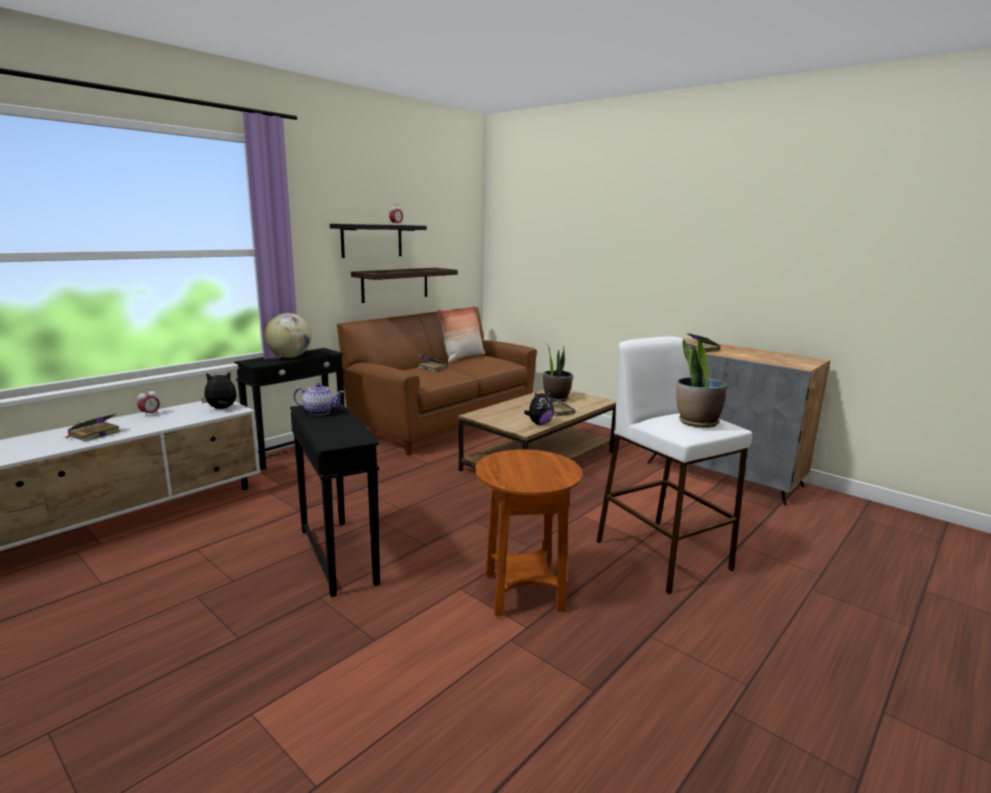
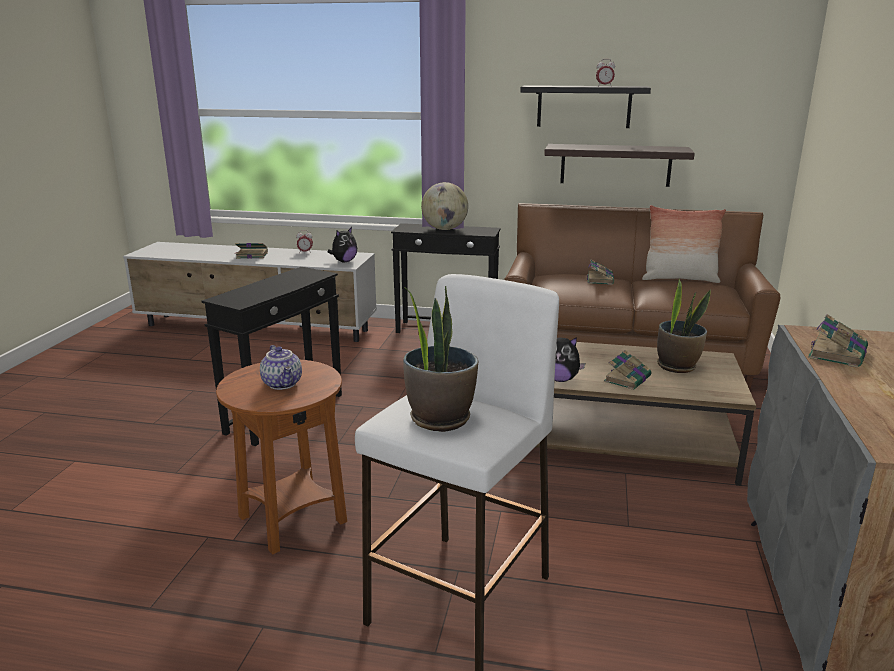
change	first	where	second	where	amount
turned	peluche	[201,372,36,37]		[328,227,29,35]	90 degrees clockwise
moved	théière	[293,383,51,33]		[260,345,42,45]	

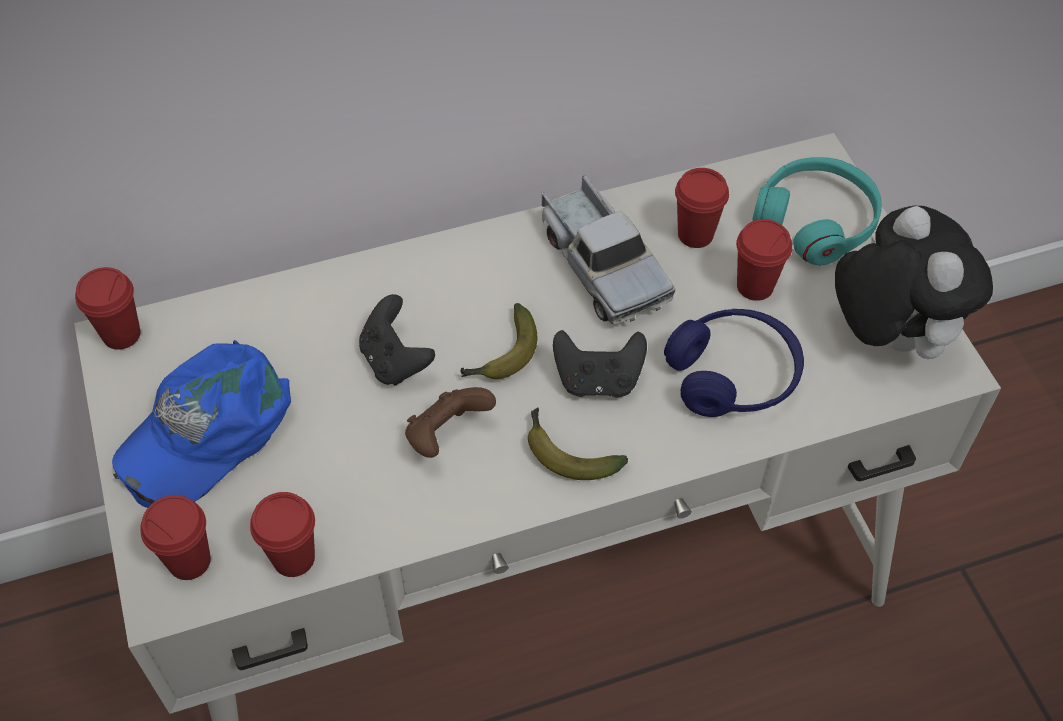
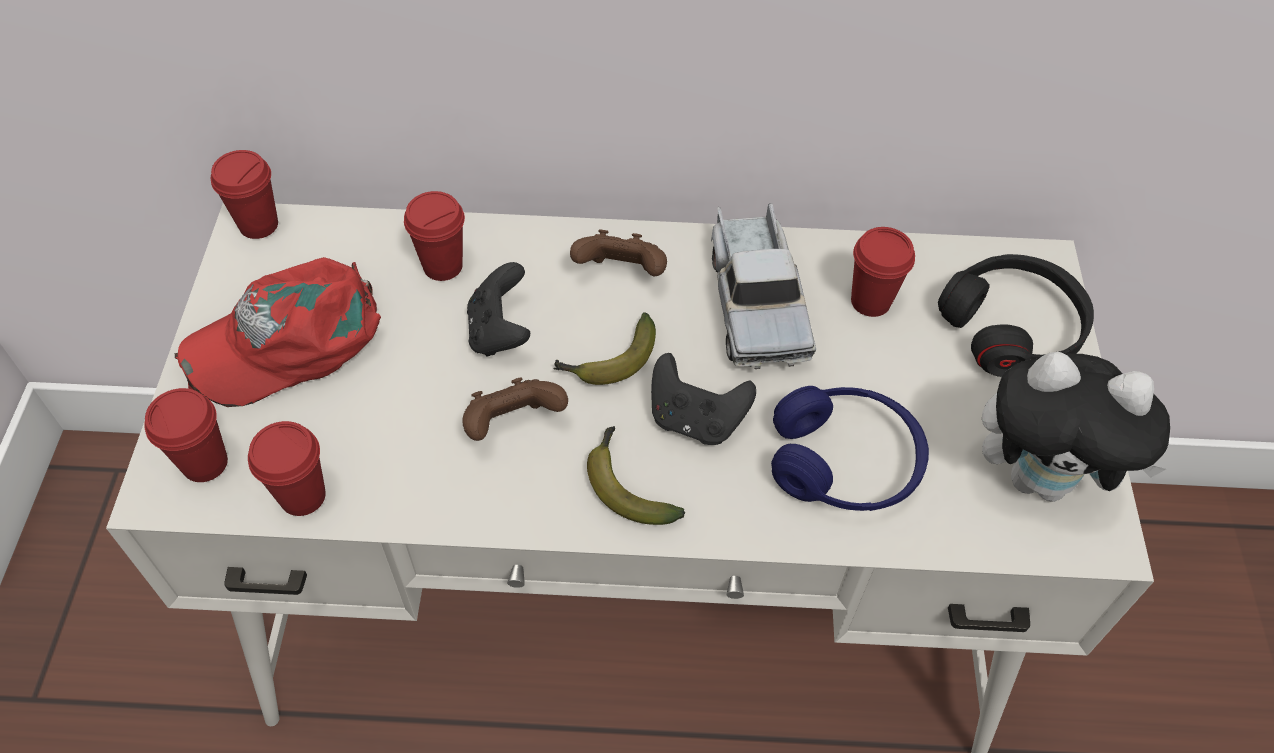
change	first	where	second	where	amount
recoloured	casque audio/turquoise	[753,157,129,108]	casque audio/noir	[938,254,156,123]	
turned	peluche	[835,206,158,153]		[982,352,188,150]	105 degrees clockwise
moved	tasse/rouge	[736,219,56,82]		[404,191,61,90]	
recoloured	casquette/bleu	[112,340,179,168]	casquette/rouge	[175,257,206,150]	
added			manette/marron	[570,229,97,47]	

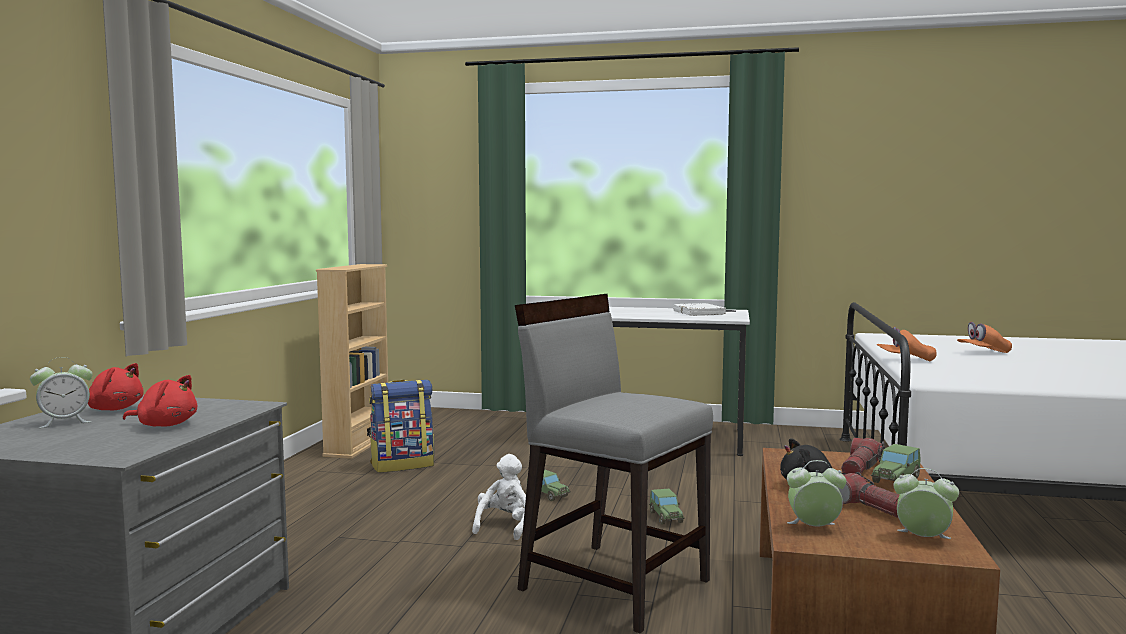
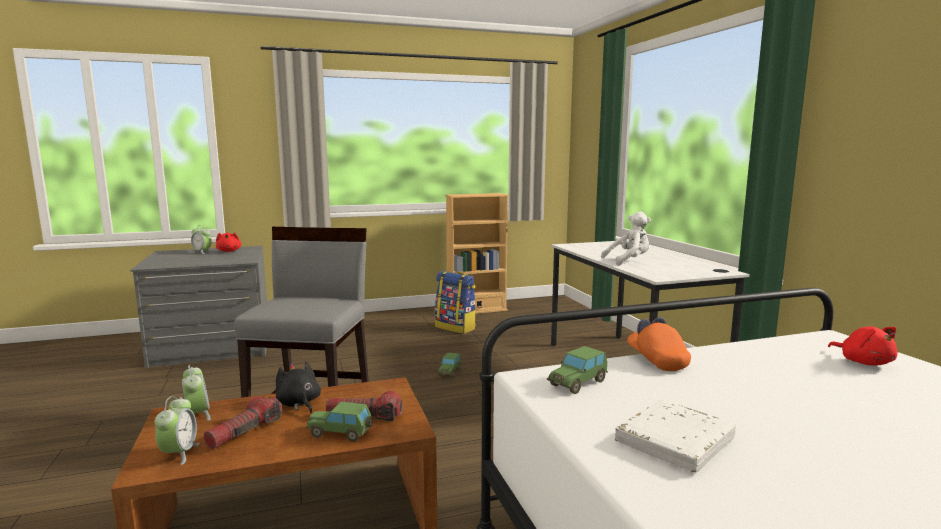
change	first	where	second	where	amount
moved	livre/blanc	[673,303,53,13]		[615,399,121,74]	
removed	casquette/orange	[957,322,55,31]			
moved	peluche/rouge	[123,375,74,52]		[828,326,70,40]	
moved	peluche/blanc	[472,454,54,86]		[601,211,50,55]	
moved	petite voiture	[649,489,36,35]		[547,346,61,48]	

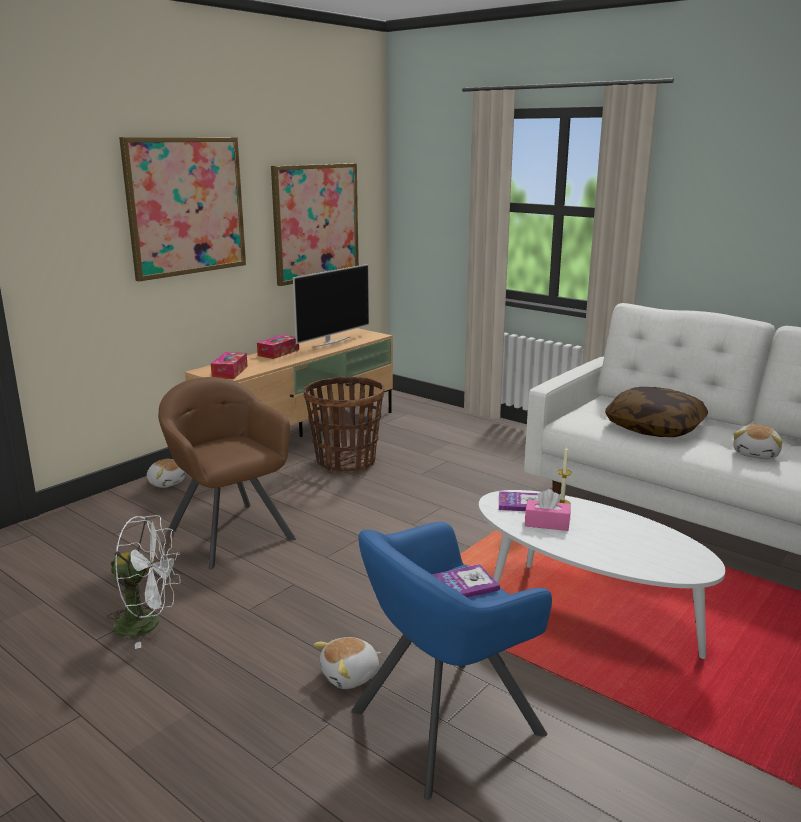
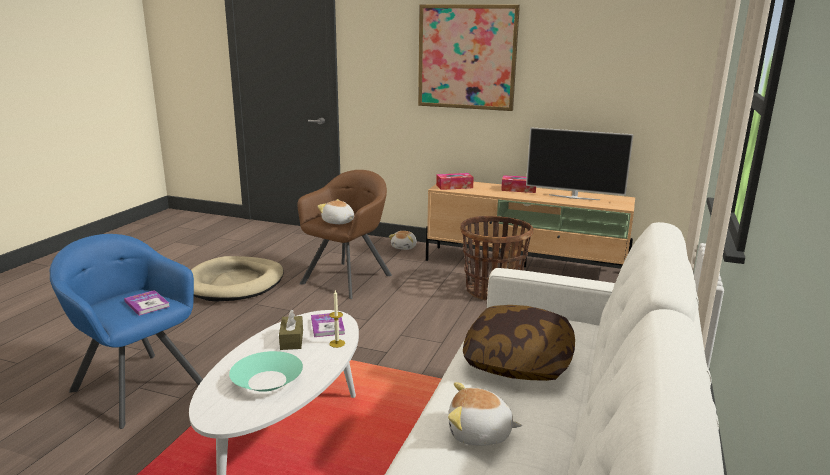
change	first	where	second	where	amount
removed	tableau	[271,163,88,123]			
recoloured	boîte à mouchoirs/rose	[525,489,45,42]	boîte à mouchoirs/marron	[279,310,24,40]	
replaced	ventilateur/blanc	[107,515,74,134]	panier pour chien/beige	[191,256,93,46]	
moved	peluche	[314,637,67,52]		[317,199,37,25]	
added			bol/turquoise	[229,351,74,41]	

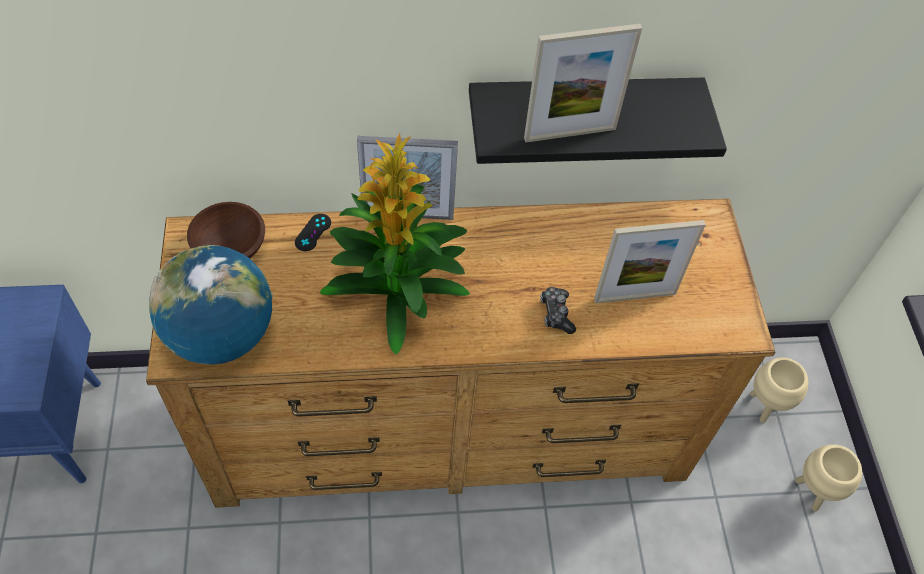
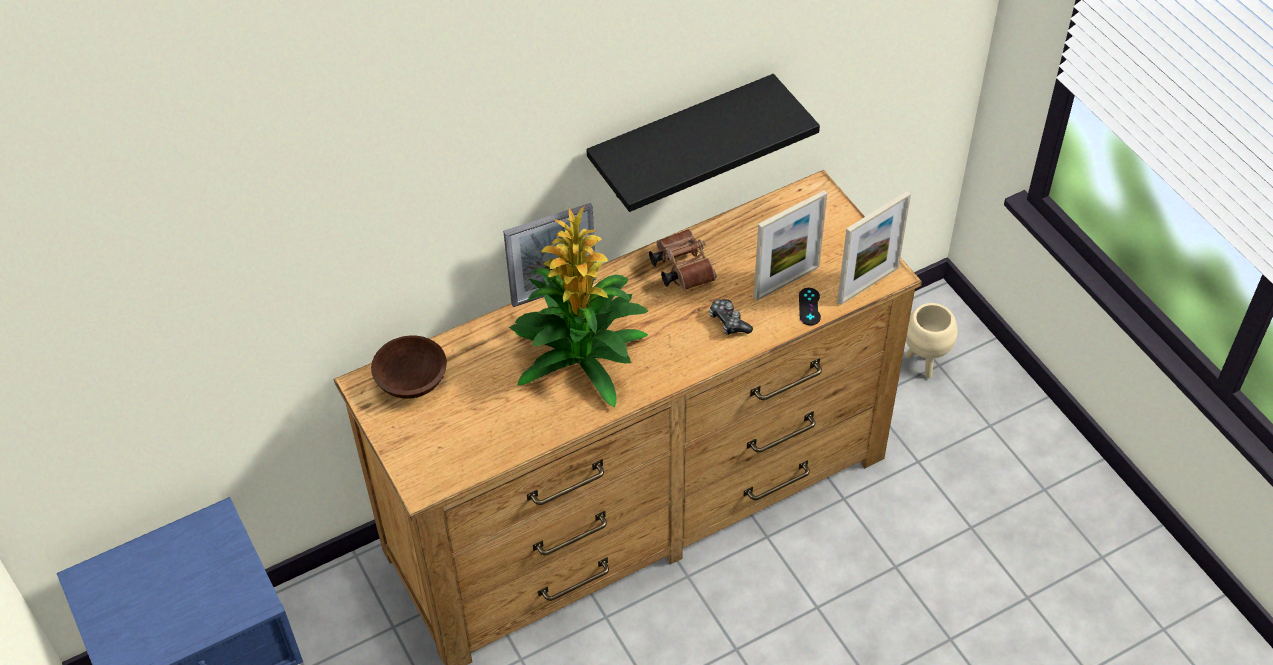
change	first	where	second	where	amount
moved	cadre photo	[524,24,118,118]		[837,191,74,114]	
moved	manette/noir	[295,214,36,37]		[799,288,22,38]	
removed	globe	[149,245,124,120]			
removed	cache-pot/beige	[795,445,67,66]			
added			jumelles/marron	[649,229,68,61]	

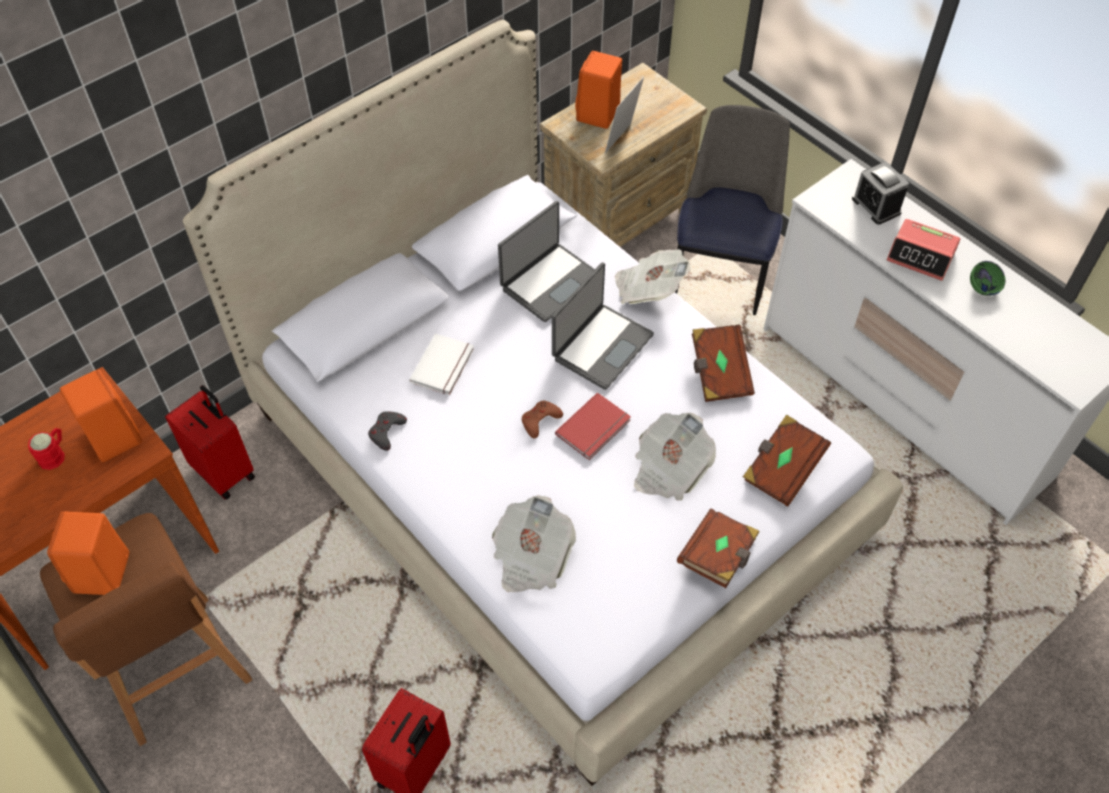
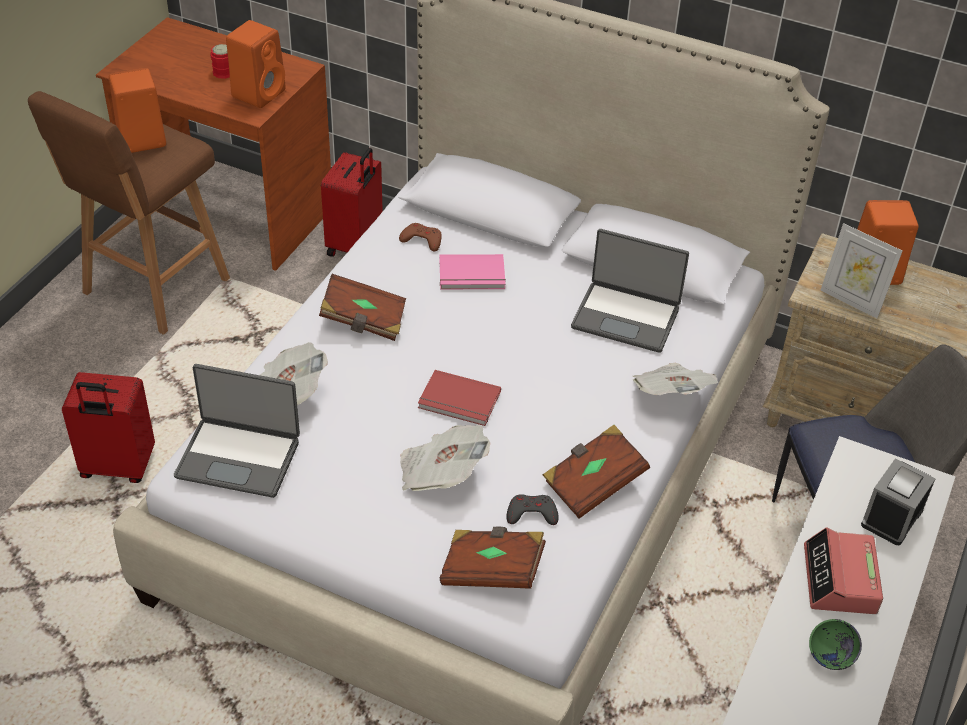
change	first	where	second	where	amount
turned	cadre photo	[605,77,39,77]		[820,223,82,95]	150 degrees counterclockwise
moved	ordinateur portable	[552,262,102,128]		[174,364,126,134]	
recoloured	livre/blanc	[409,334,65,61]	livre/rose	[439,254,67,35]	
moved	manette/marron	[522,401,41,37]		[399,223,43,29]	
moved	manette/gris	[368,411,39,40]		[506,494,53,31]	
moved	livre/marron	[677,508,83,80]		[319,274,87,67]	

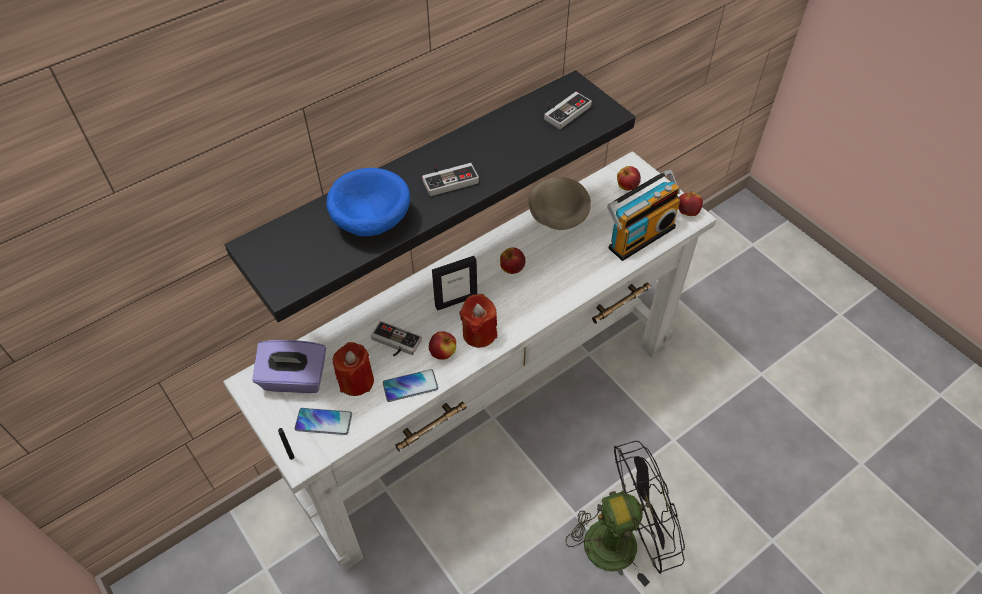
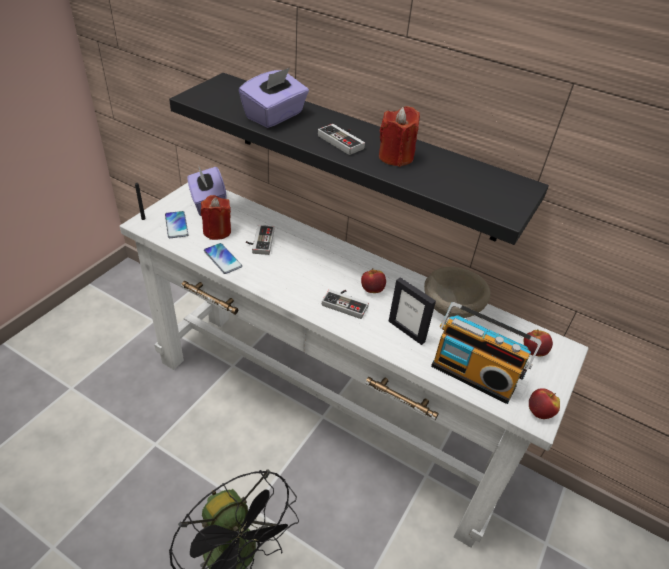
change	first	where	second	where	amount
moved	manette	[544,92,48,37]		[322,289,47,30]	
replaced	bol/bleu	[327,168,83,68]	boîte à mouchoirs/violet	[239,68,70,60]	
moved	cadre photo	[432,256,45,55]		[389,277,47,68]	
moved	bougie/rouge	[460,294,37,54]		[379,106,41,61]	
removed	pomme	[429,332,27,28]			

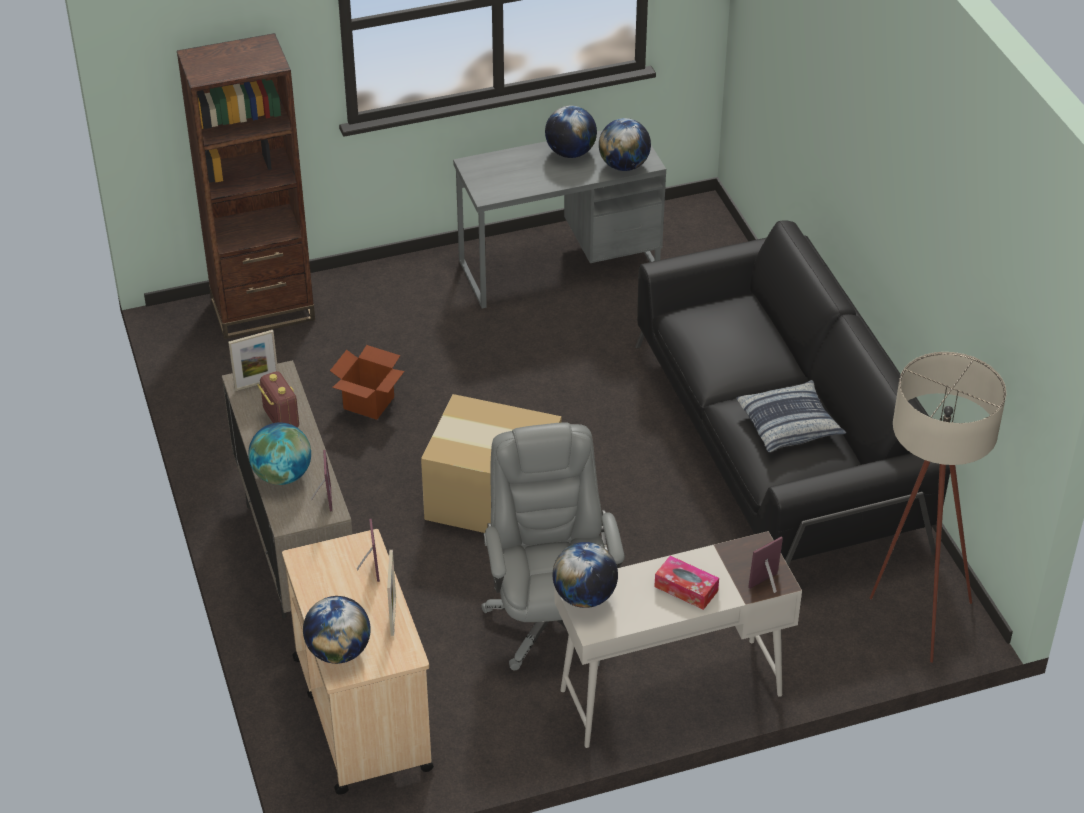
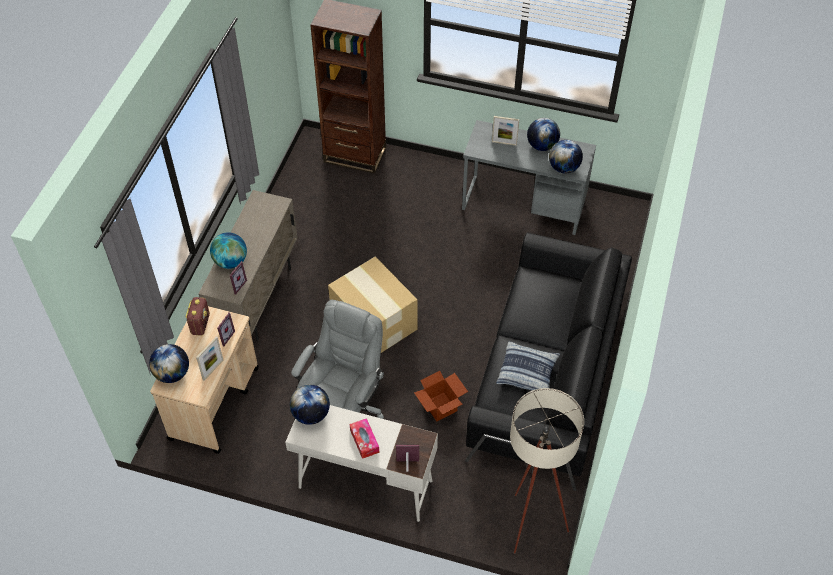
change	first	where	second	where	amount
moved	cadre photo	[228,330,50,61]		[492,116,27,30]	
moved	carton	[330,345,75,75]		[414,371,54,50]	
moved	radio	[257,371,42,57]		[185,297,25,39]	

